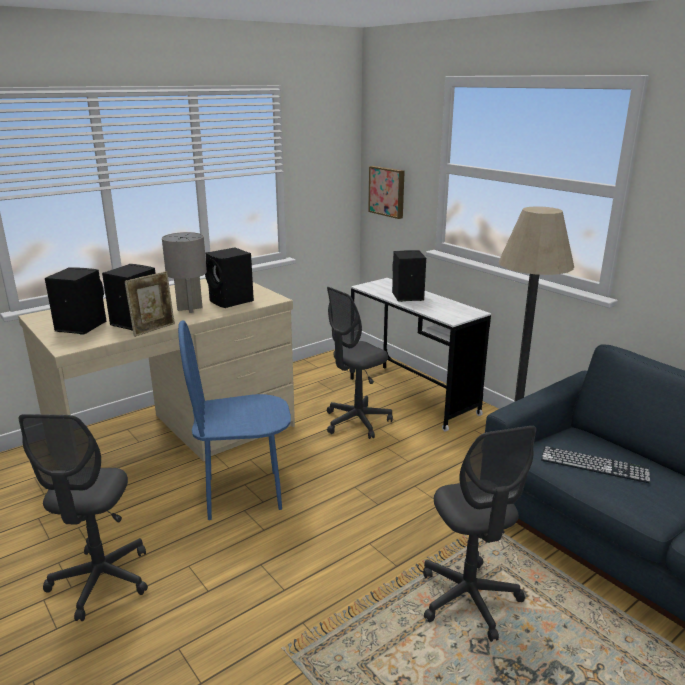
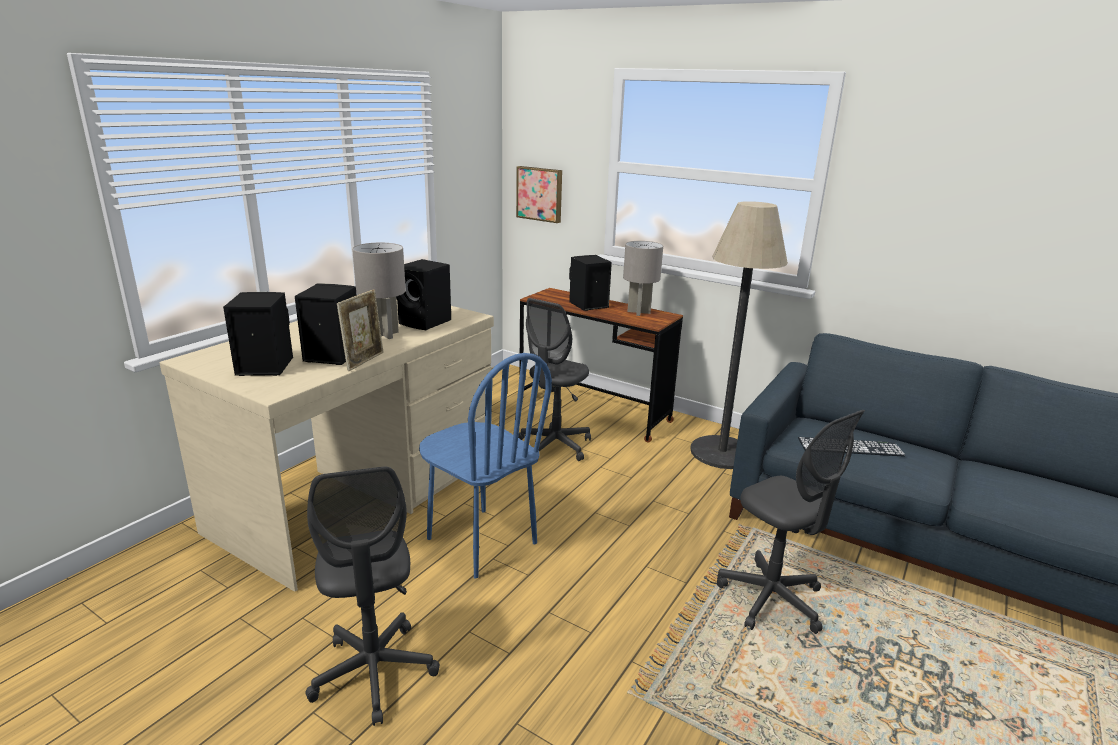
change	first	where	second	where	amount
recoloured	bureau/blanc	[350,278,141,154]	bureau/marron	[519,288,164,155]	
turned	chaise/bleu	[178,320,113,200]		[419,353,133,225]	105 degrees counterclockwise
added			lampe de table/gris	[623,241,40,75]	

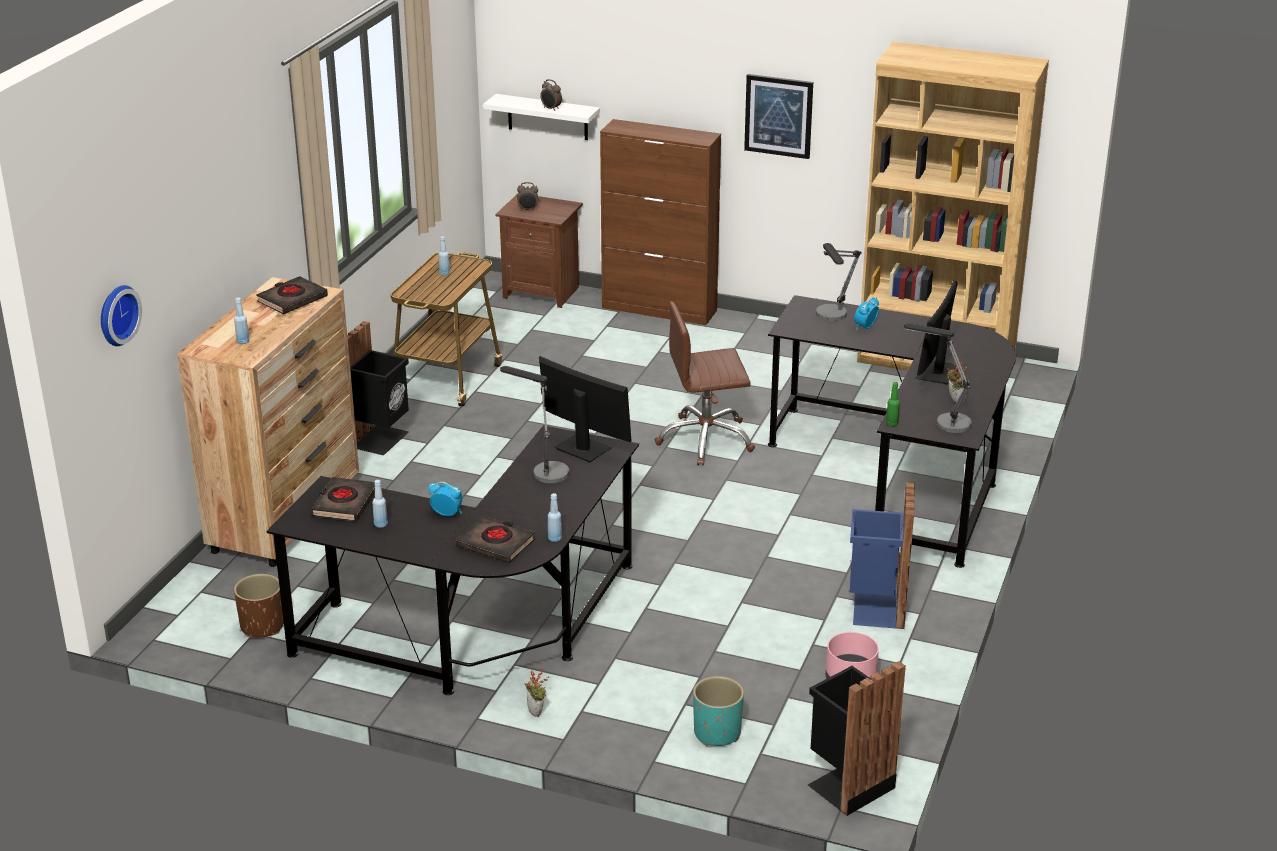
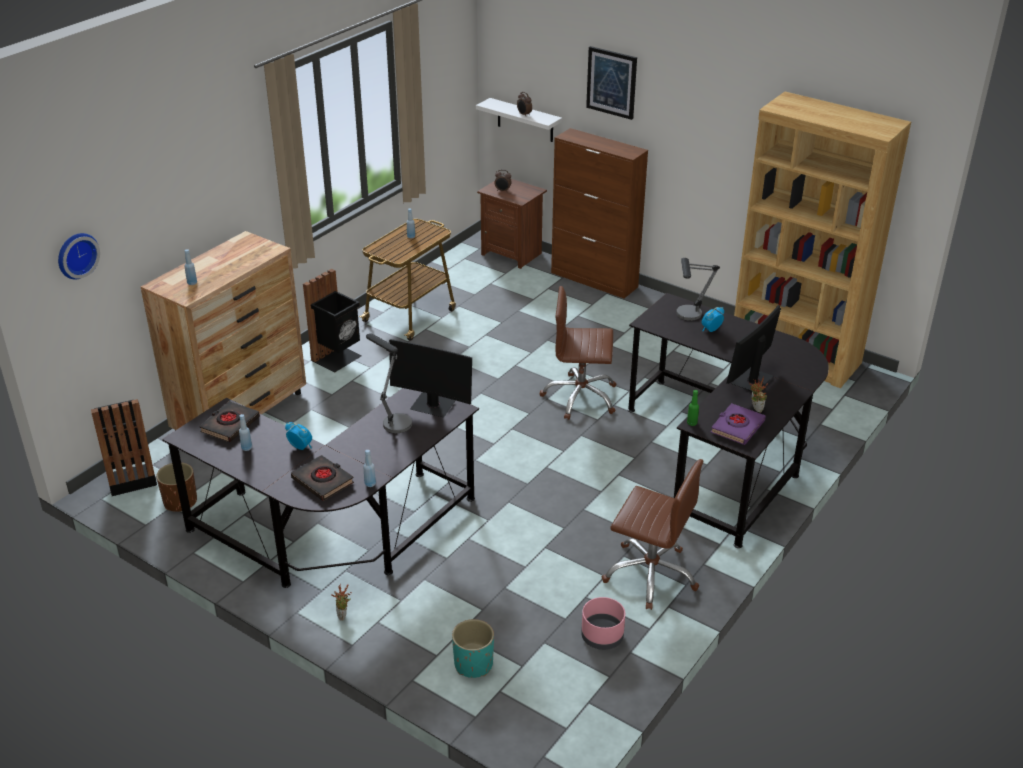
change	first	where	second	where	amount
moved	tableau	[744,74,69,85]		[586,46,51,74]	
removed	livre/noir	[256,276,72,38]			
replaced	lampe de table	[904,323,68,110]	livre/violet	[711,403,55,42]	
turned	écran d'ordinateur	[539,356,92,106]		[389,339,83,79]	150 degrees clockwise
replaced	poubelle/bleu	[849,482,66,147]	chaise de bureau/marron	[601,459,102,151]	
moved	poubelle/noir	[808,661,98,155]		[91,399,66,97]	

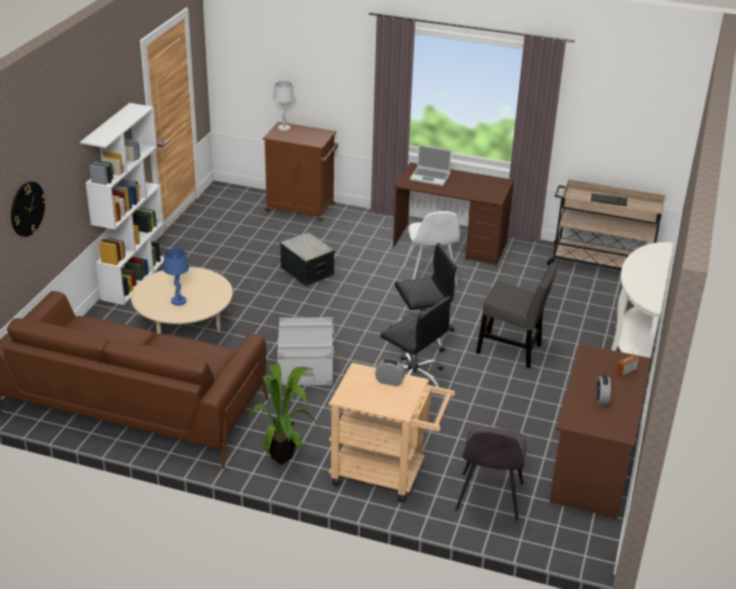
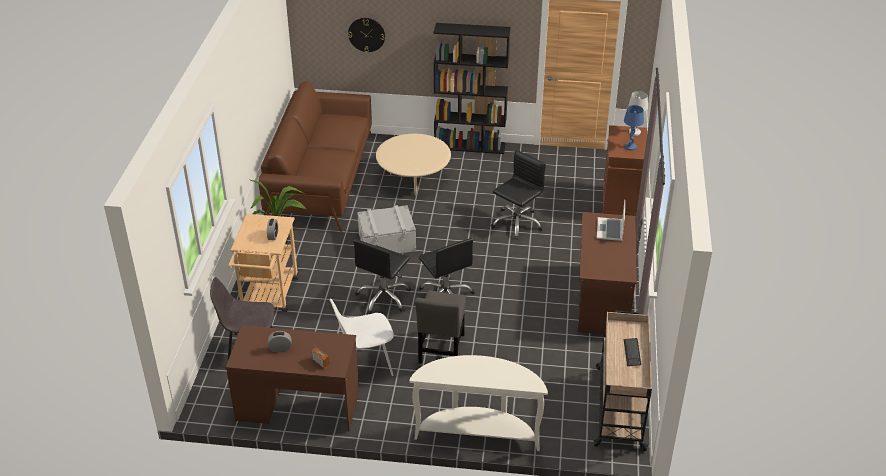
change	first	where	second	where	amount
recoloured	bibliothèque/blanc	[80,103,84,202]	bibliothèque/noir	[433,23,78,131]	
moved	chaise/blanc	[404,211,56,74]		[330,298,64,78]	
replaced	boîte de rangement	[280,232,55,55]	chaise de bureau/noir	[491,150,55,90]	
moved	lampe de table/bleu	[163,248,26,58]		[624,105,20,45]	

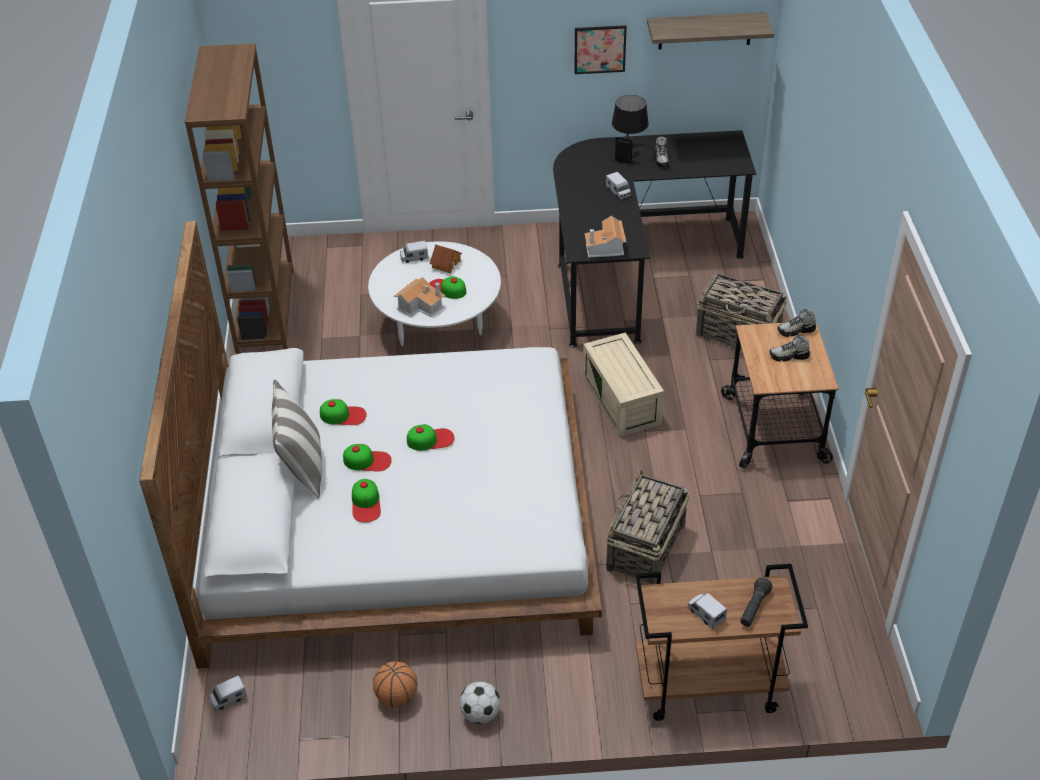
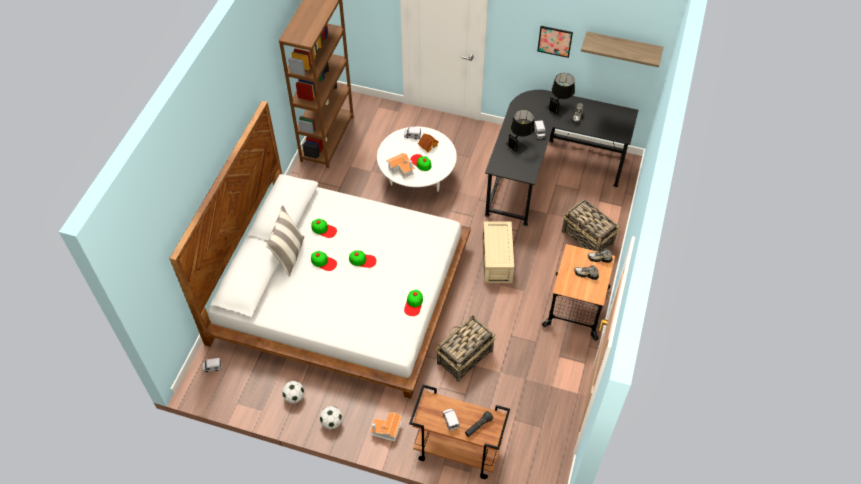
change	first	where	second	where	amount
moved	maison miniature	[585,216,41,41]		[370,412,32,29]	
moved	casquette	[352,479,29,44]		[404,290,19,26]	
replaced	ballon de basket	[373,661,44,46]	ballon de foot	[282,381,22,23]	
added			lampe de table/noir	[505,110,30,45]	

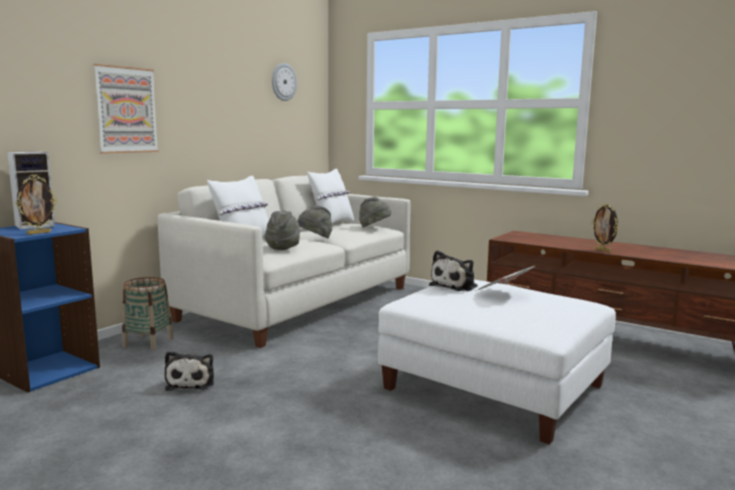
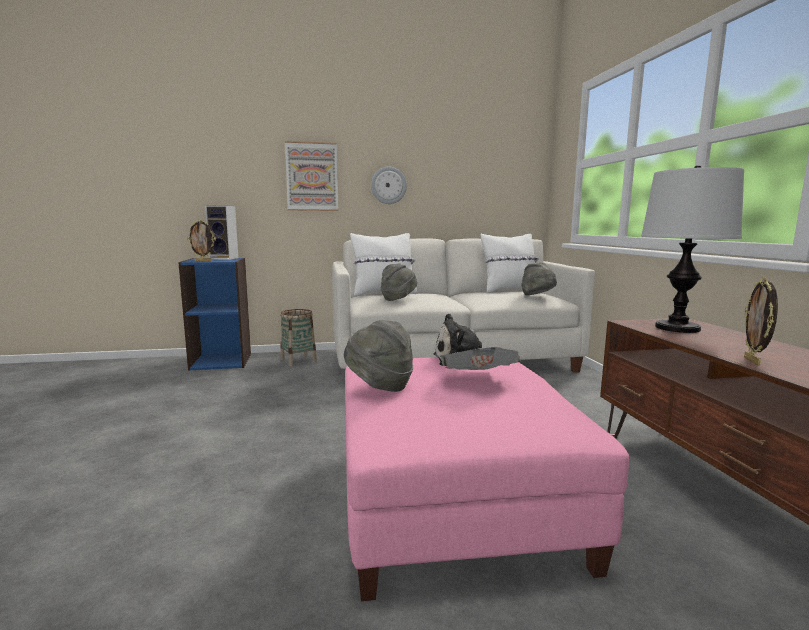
change	first	where	second	where	amount
moved	horloge murale	[272,63,25,38]		[371,167,36,37]	
moved	chapeau/gris	[298,205,34,34]		[344,320,69,72]	
recoloured	pouf/blanc	[378,280,238,164]	pouf/rose	[345,357,284,244]	
removed	peluche	[165,351,49,40]			
added			lampe de table	[641,165,103,168]	

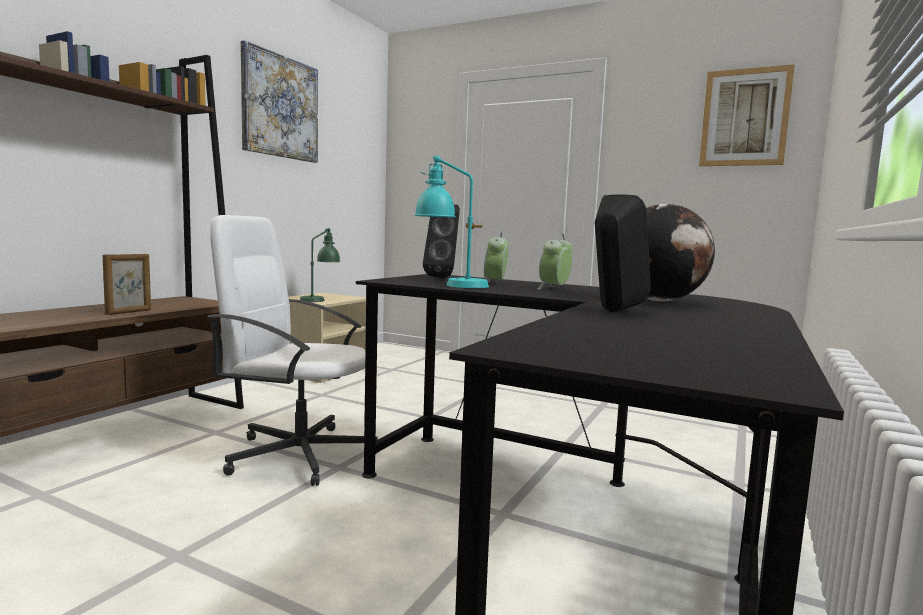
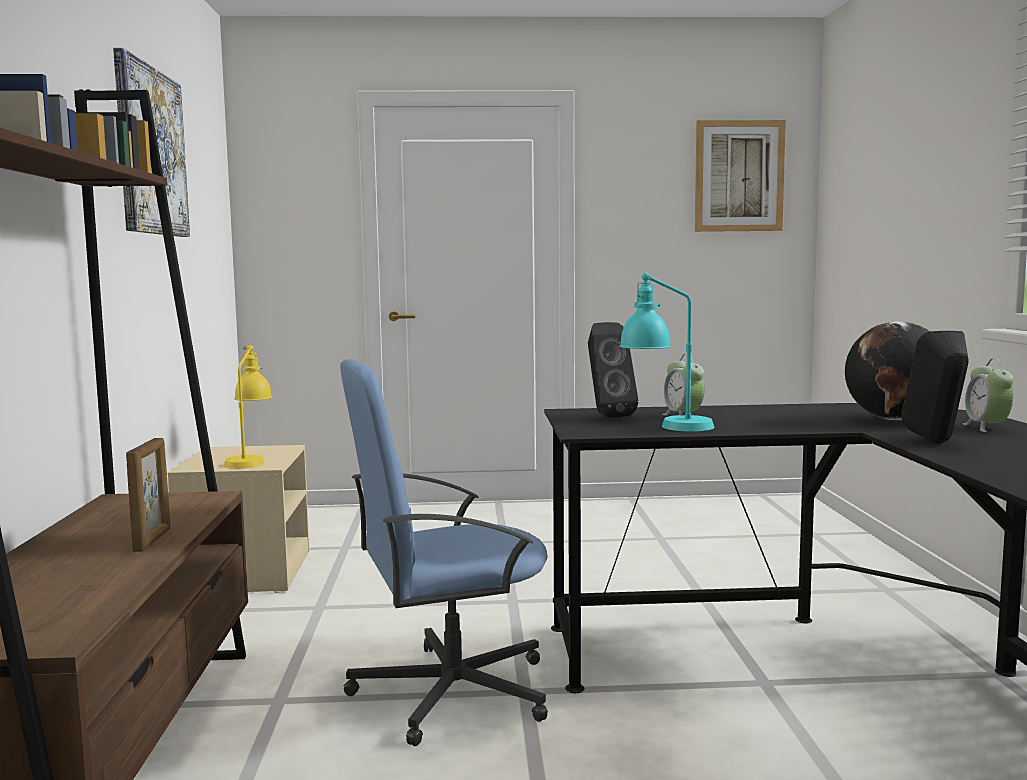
change	first	where	second	where	amount
recoloured	chaise de bureau/blanc	[207,215,171,271]	chaise de bureau/bleu	[340,359,208,387]	
recoloured	lampe de table/vert	[300,228,41,74]	lampe de table/jaune	[224,345,49,124]	
moved	réveil	[537,233,35,56]		[963,359,51,73]	

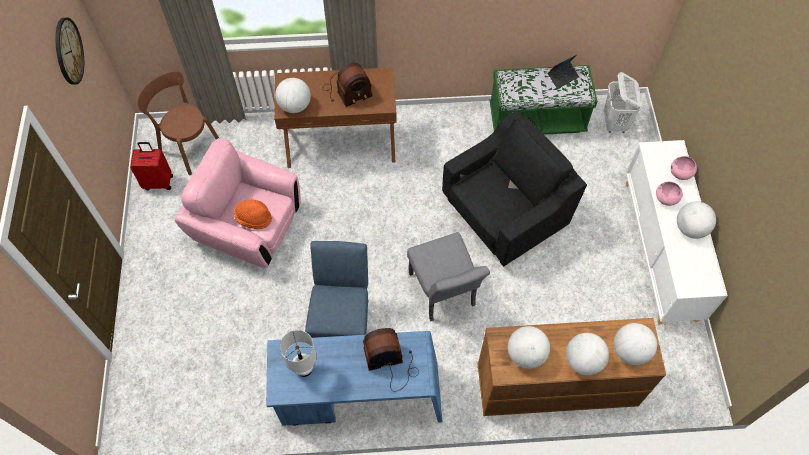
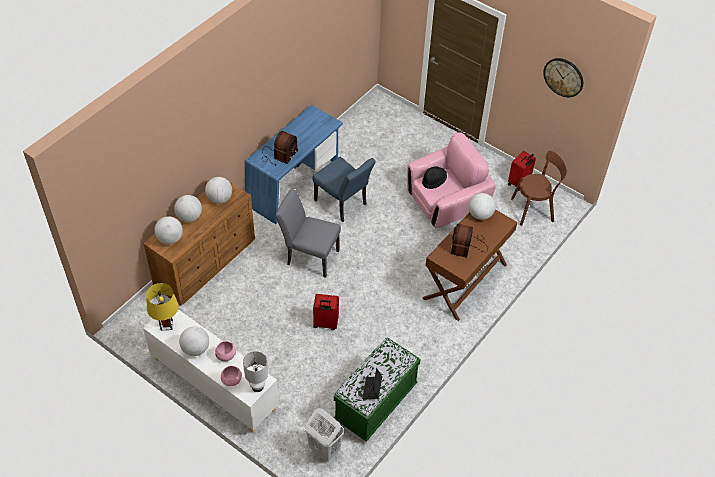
change	first	where	second	where	amount
replaced	fauteuil/noir	[442,111,145,156]	valise/rouge	[313,294,26,36]	
recoloured	chapeau/orange	[234,200,38,29]	chapeau/noir	[422,166,25,23]	
moved	lampe de table/blanc	[280,330,36,47]		[243,351,25,41]	
added			lampe de table/jaune	[146,283,33,47]	

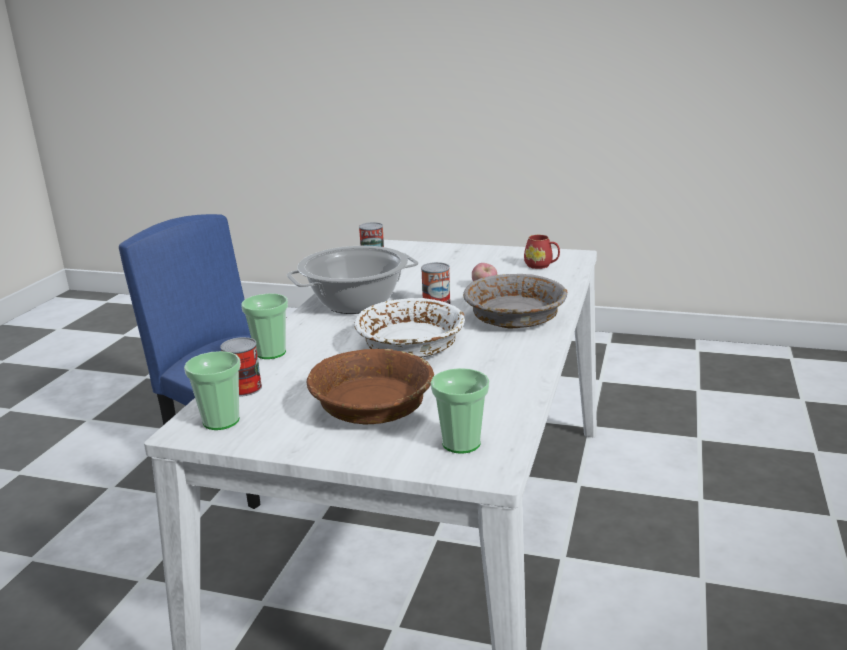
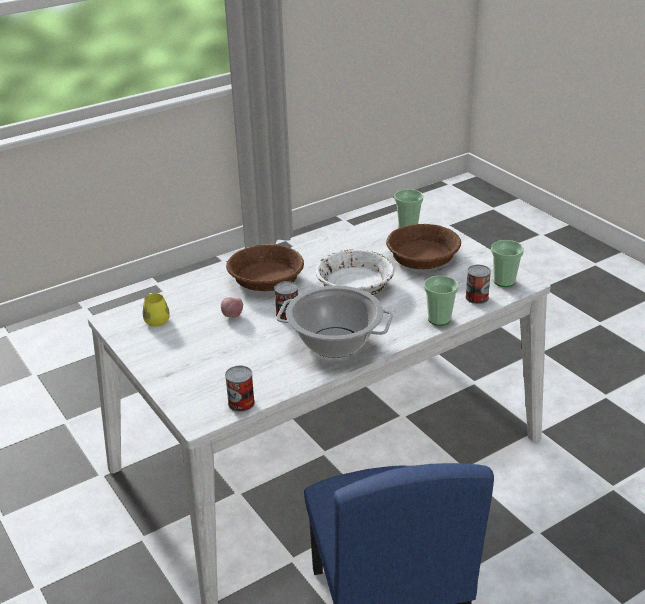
change	first	where	second	where	amount
recoloured	mug/rouge	[524,235,36,34]	mug/jaune	[143,293,27,34]	
recoloured	bol/gris	[463,274,105,54]	bol/marron	[226,244,78,47]	

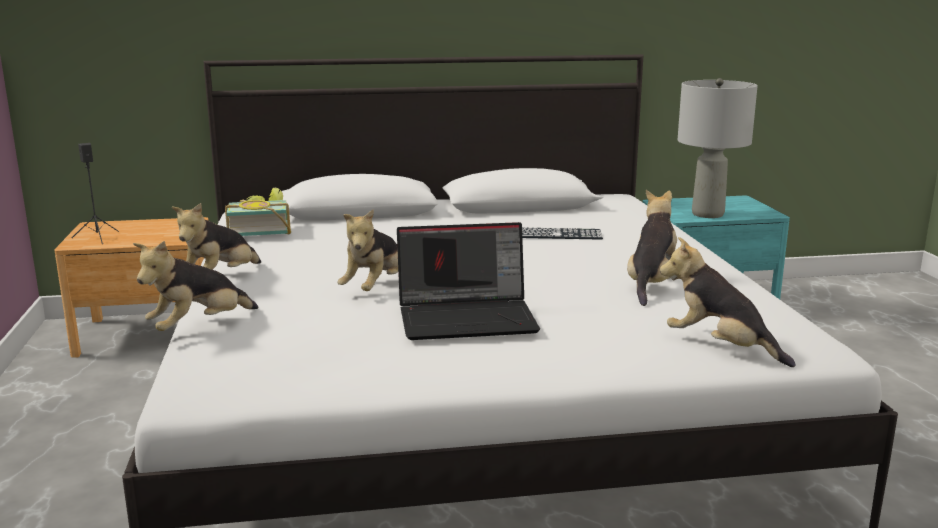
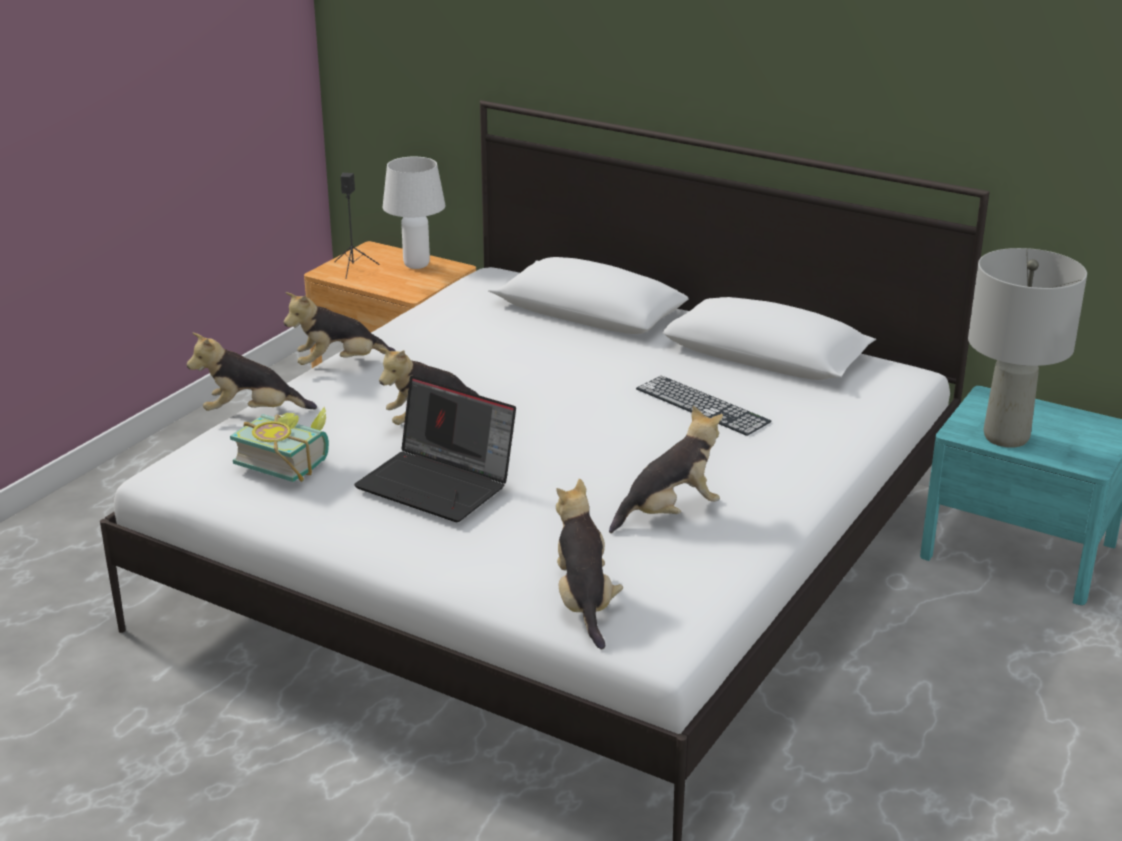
change	first	where	second	where	amount
moved	livre	[225,188,66,48]		[230,406,99,76]	
added			lampe de table/blanc	[383,157,62,112]	

